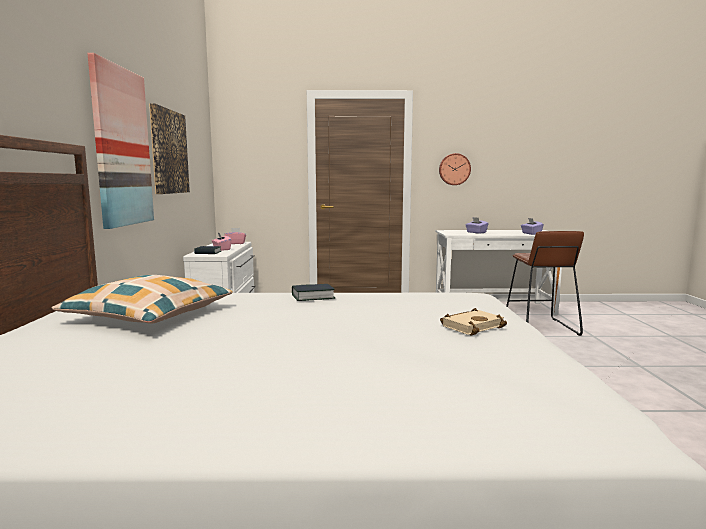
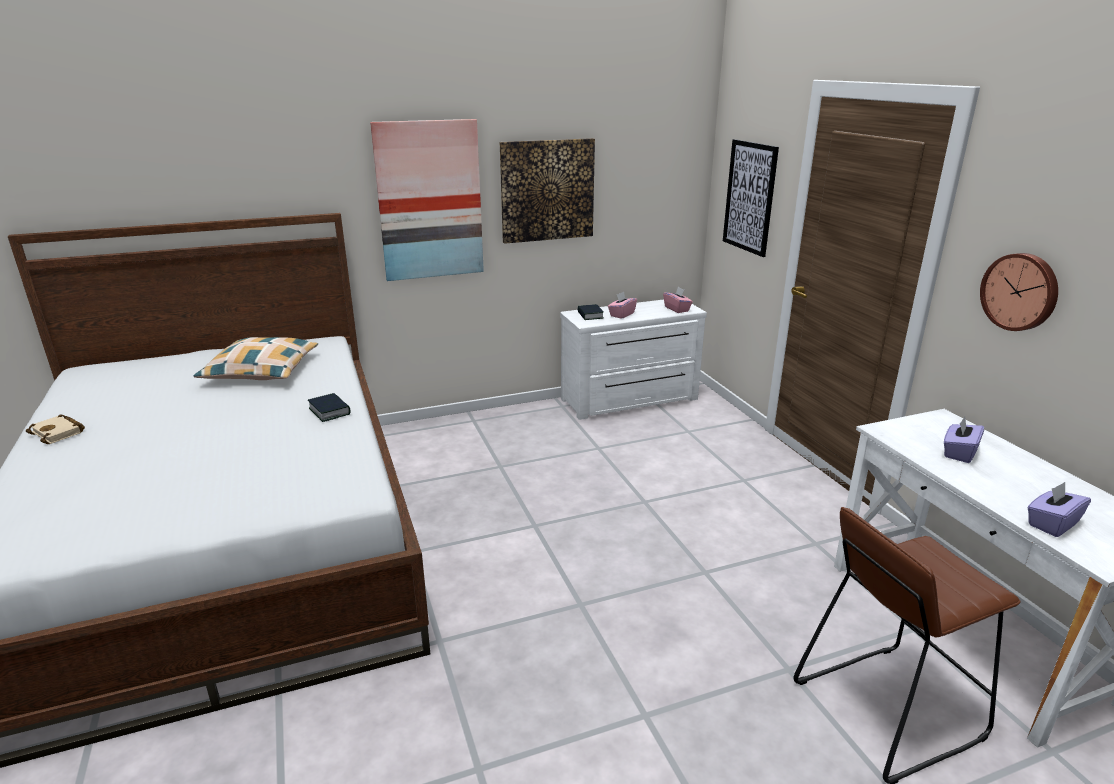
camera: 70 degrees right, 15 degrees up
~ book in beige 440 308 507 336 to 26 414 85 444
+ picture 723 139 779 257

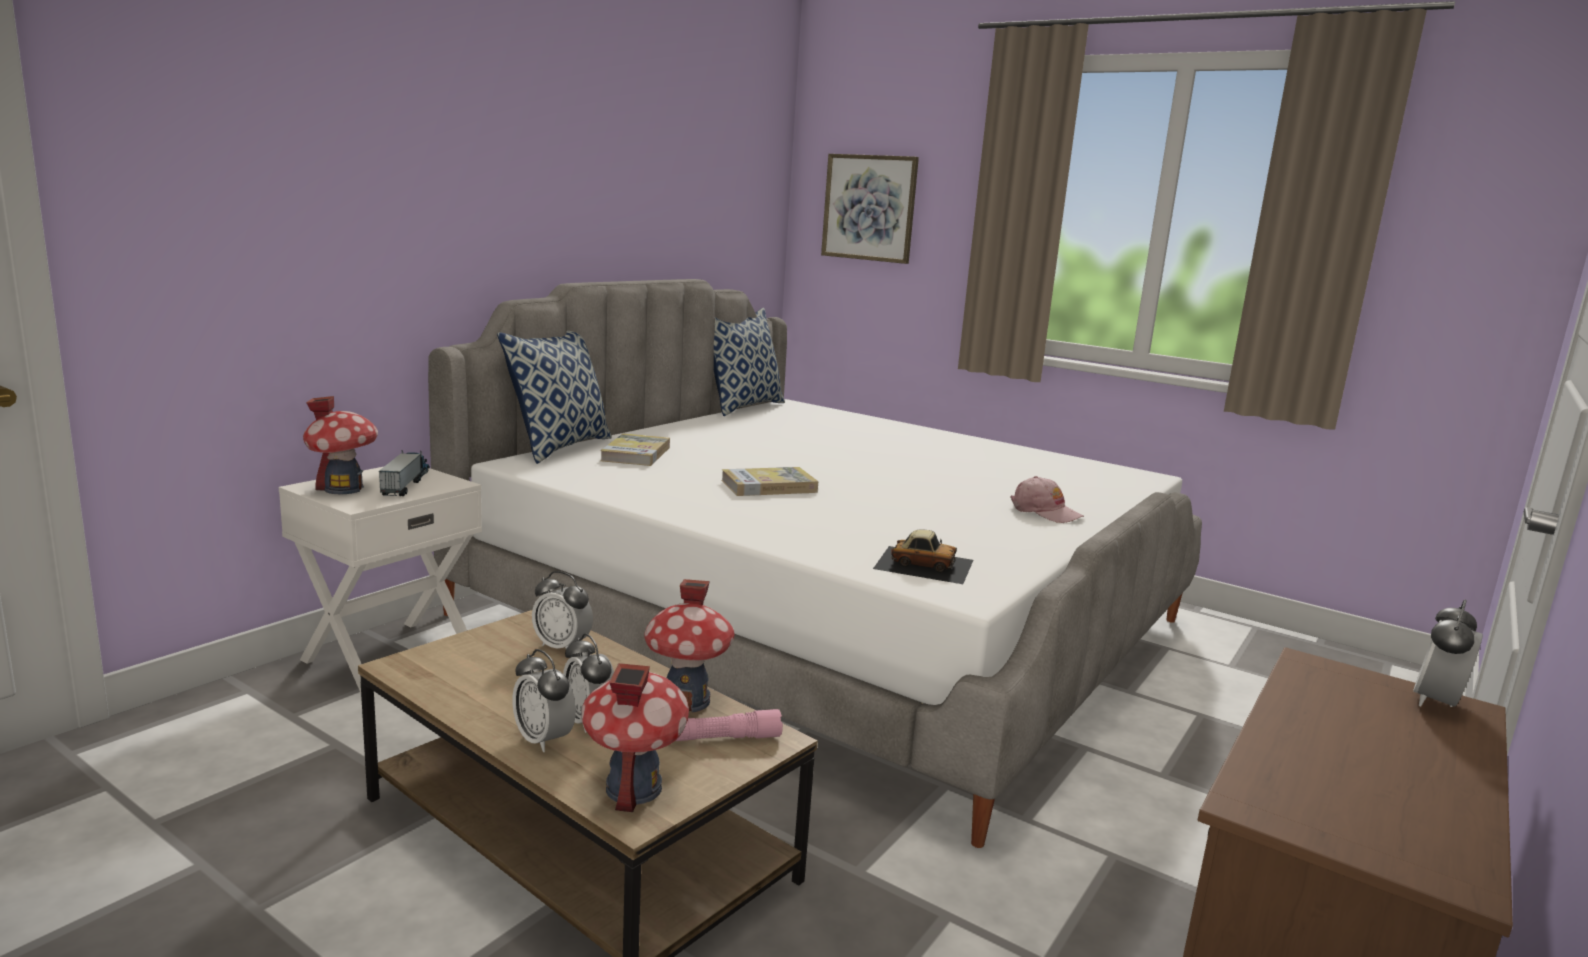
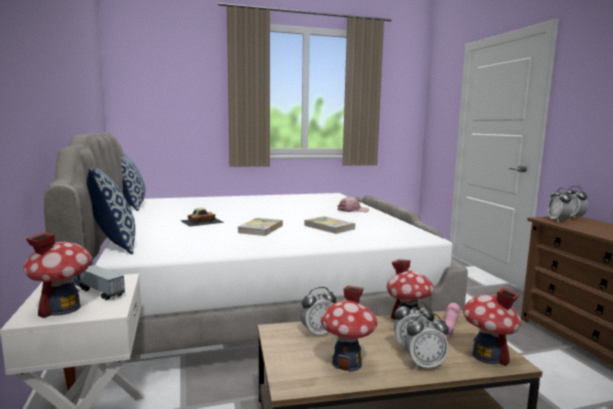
camera: 50 degrees left, 5 degrees down
~ toy car 873 529 973 584 to 180 208 225 227
~ book 600 433 670 466 to 304 216 355 234
+ toy house 321 286 378 372
+ alarm clock 548 188 573 222
- picture 821 154 919 264

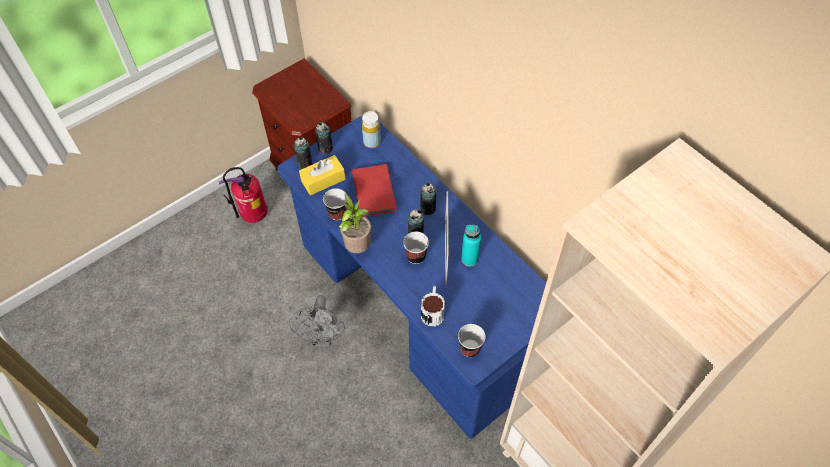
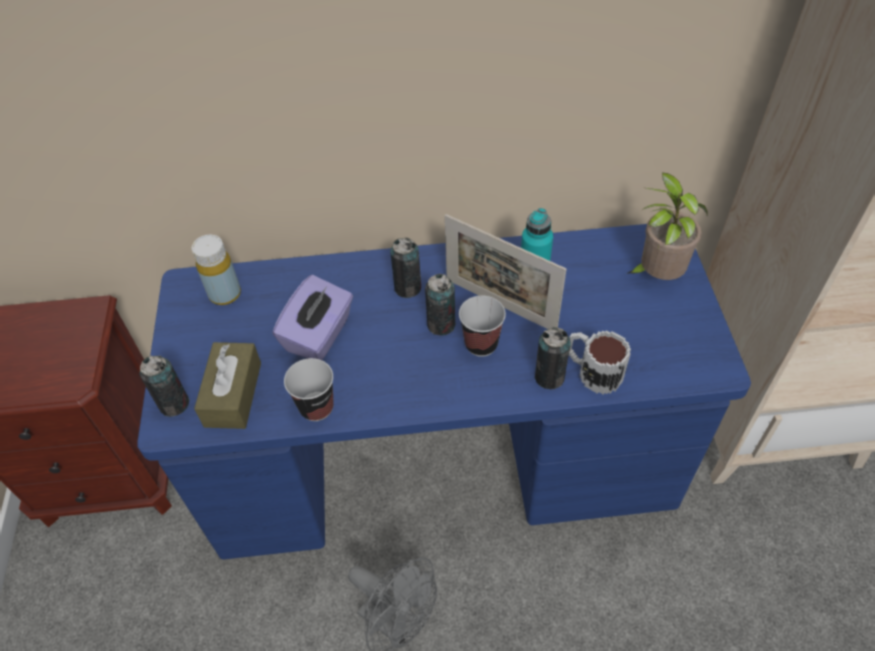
camera: 55 degrees left, 5 degrees down
~ tissue box in yellow 299 155 346 195 to tissue box in brown 194 342 261 429
~ book in red 352 164 397 217 to tissue box in purple 272 275 353 360
~ can 315 122 333 154 to 535 327 571 389
~ potted plant 339 193 371 253 to 626 172 708 280
- fire extinguisher 219 167 267 223
- cup 458 324 486 357

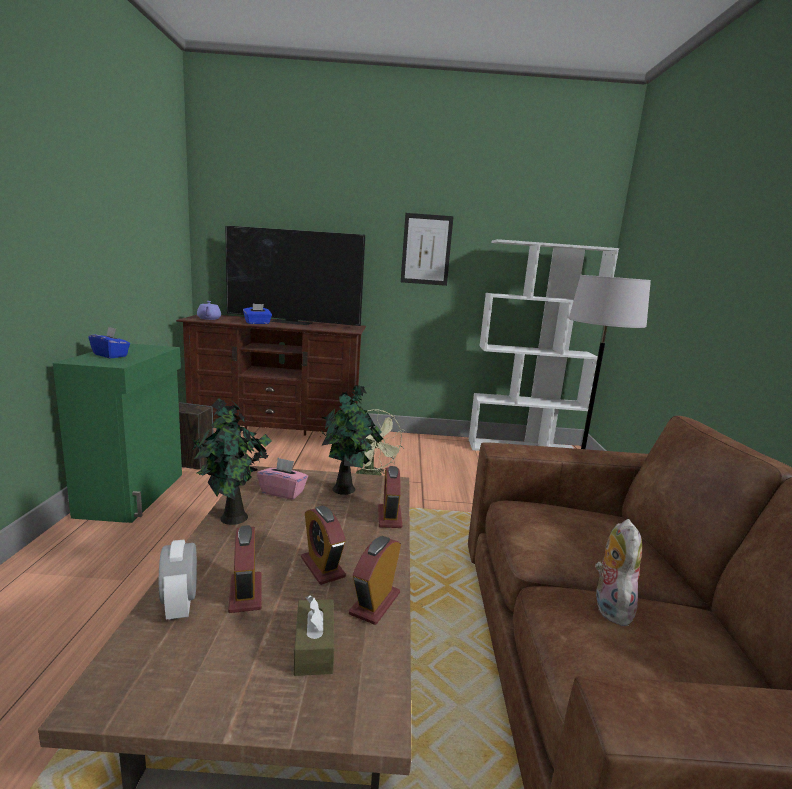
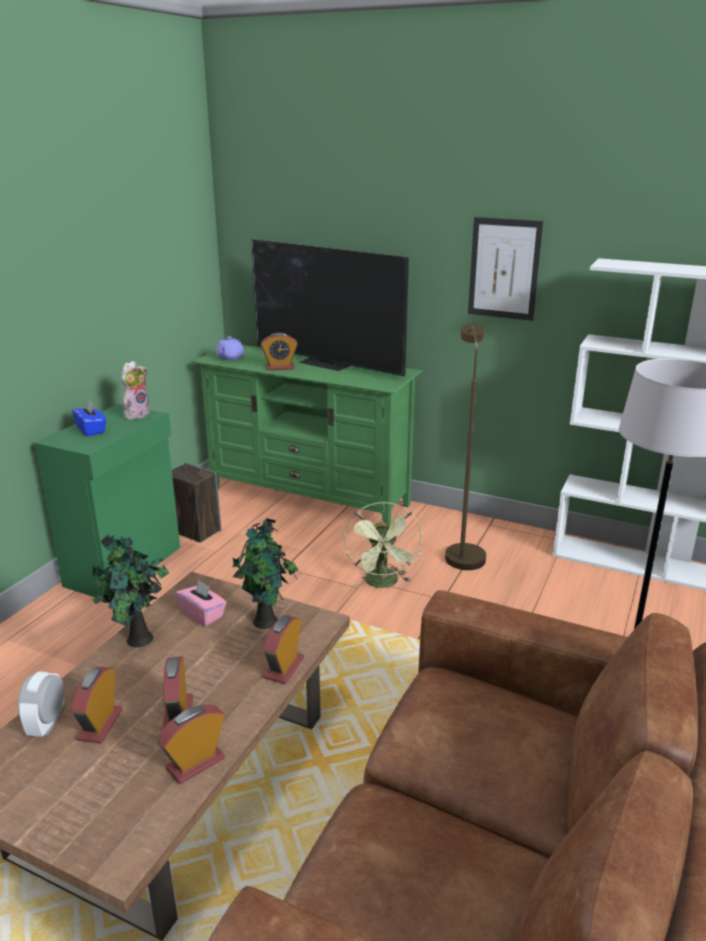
camera: 25 degrees right, 10 degrees up
~ plush toy 595 519 642 626 to 121 361 150 420
~ tv stand in brown 176 315 366 436 to tv stand in green 192 345 422 525
~ tissue box in blue 243 304 272 324 to alarm clock 261 332 298 370
+ floor lamp in brown 445 323 486 570
- tissue box in brown 294 595 334 676

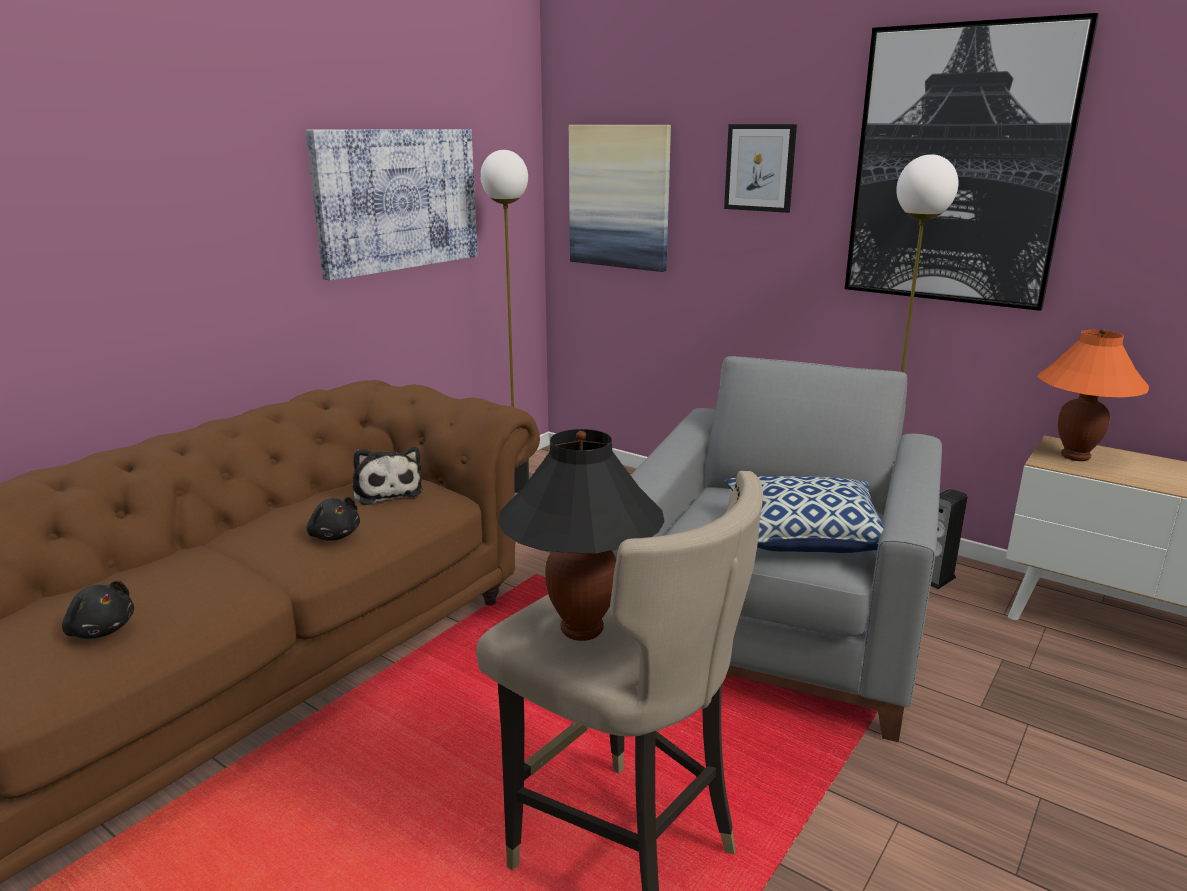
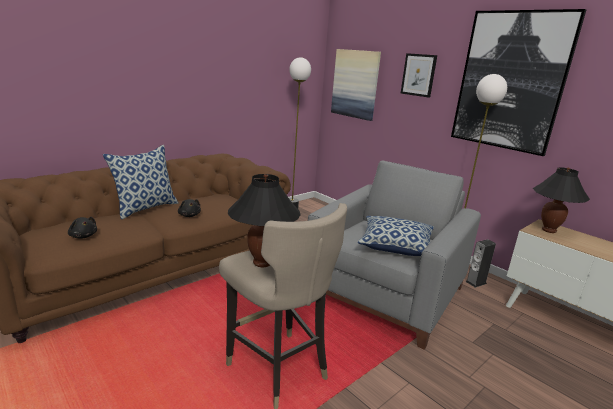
camera: 10 degrees right, 0 degrees up
+ pillow 103 145 178 219
~ table lamp in orange 1038 329 1149 461 to table lamp in black 533 167 590 233
- picture 306 129 478 281
- plush toy 353 447 423 505

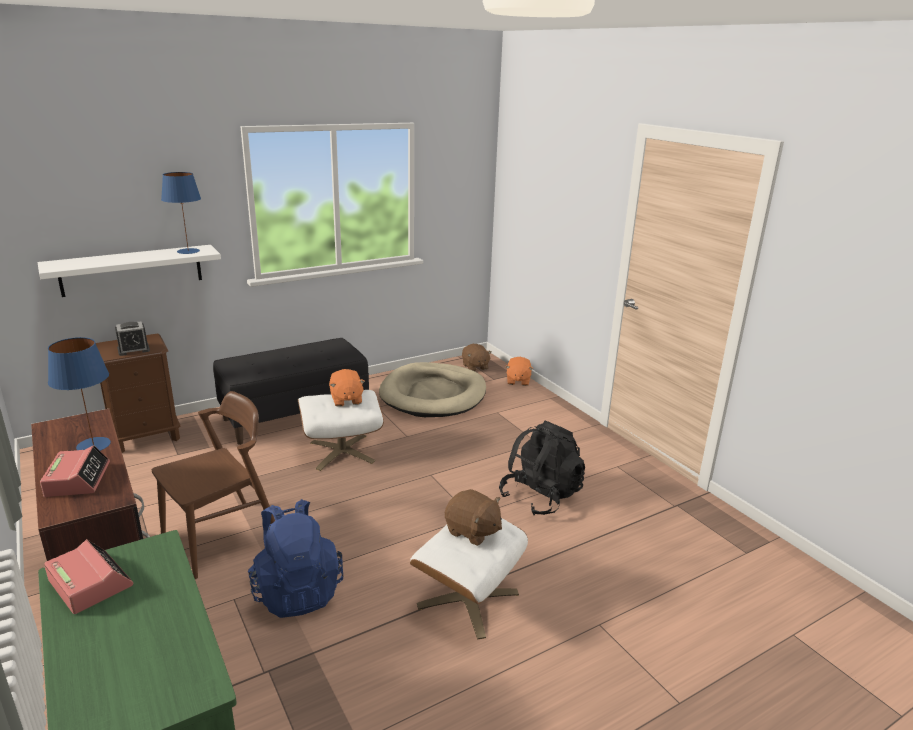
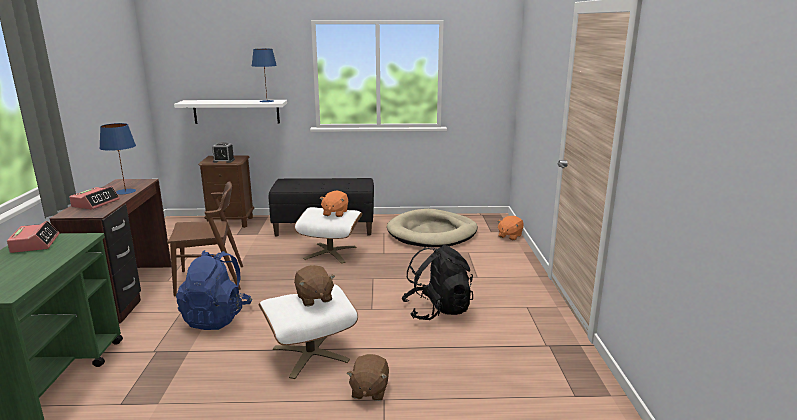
camera: 30 degrees right, 5 degrees down
~ plush toy in brown 462 344 492 371 to 347 354 389 401

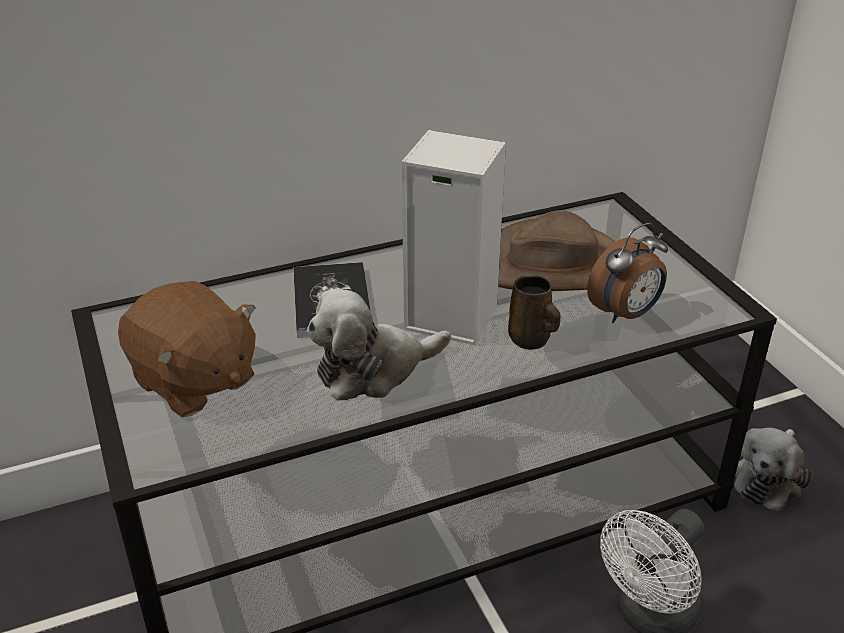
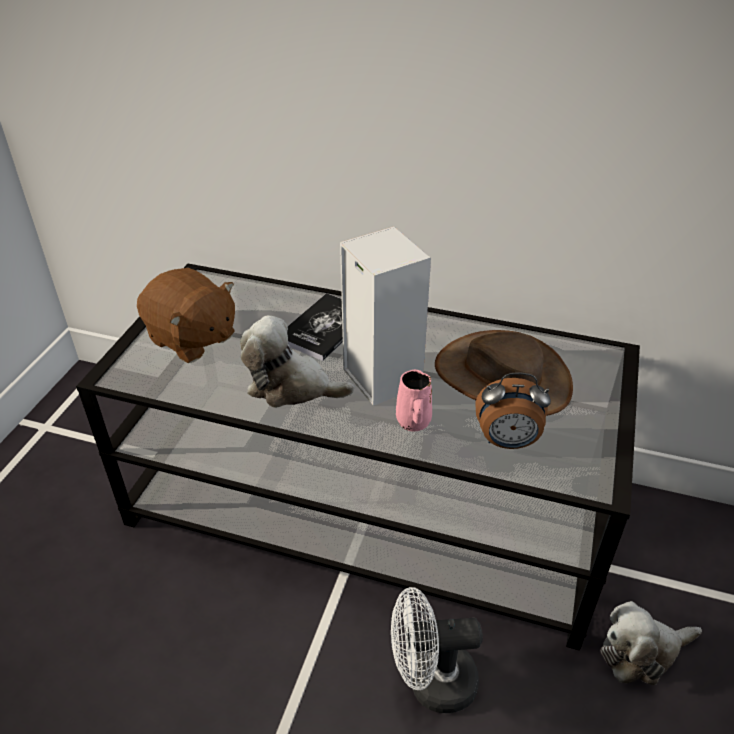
camera: 40 degrees right, 5 degrees up
~ plush toy in brown 118 281 256 417 = 137 268 235 363 45 degrees counterclockwise
~ mug in brown 508 276 561 350 to mug in pink 396 370 432 431

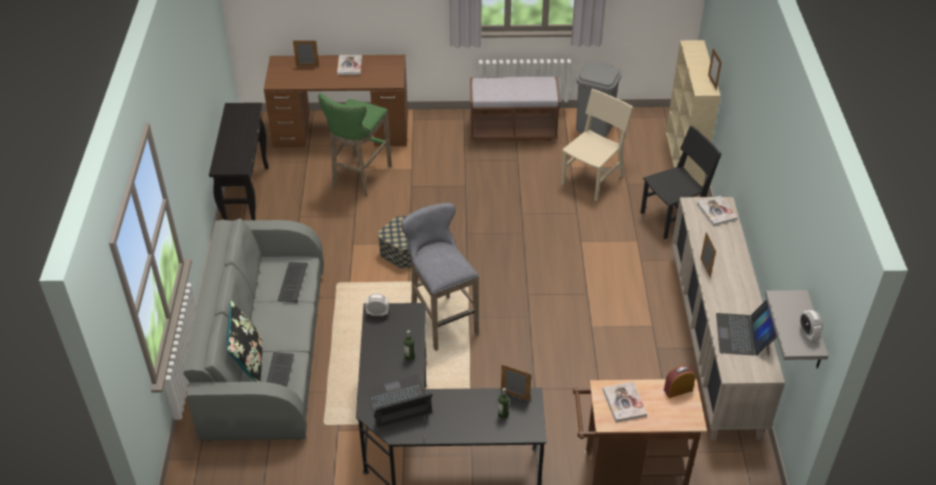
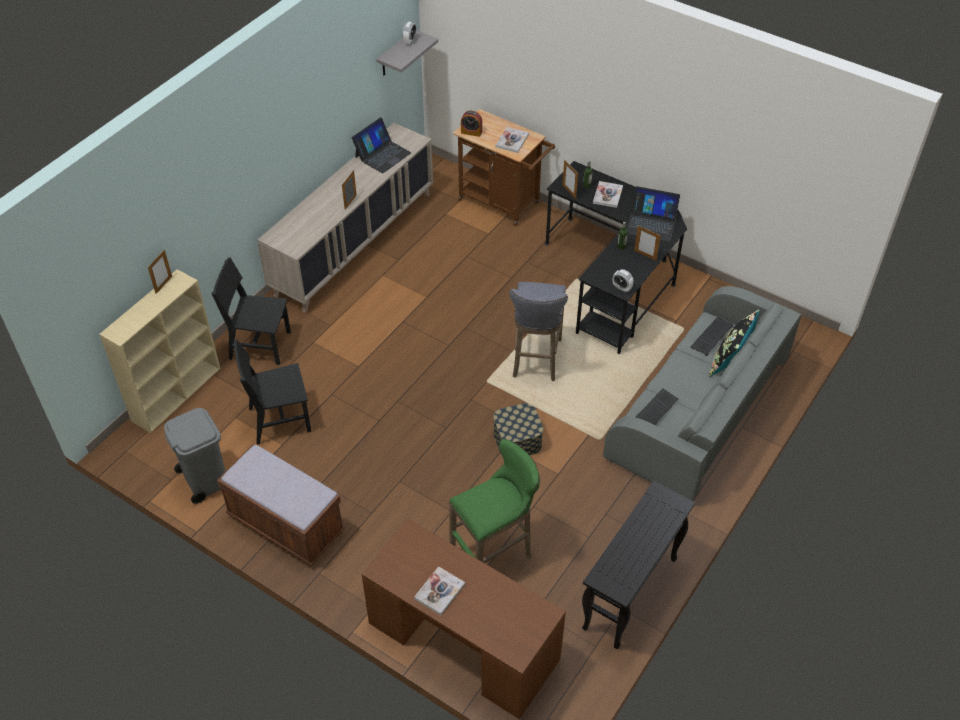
camera: 145 degrees left, 5 degrees up
~ chair in beige 561 89 633 201 to chair in black 232 339 311 445
~ book 697 196 738 226 to 593 181 623 208
~ picture frame 293 40 319 66 to 634 226 661 261

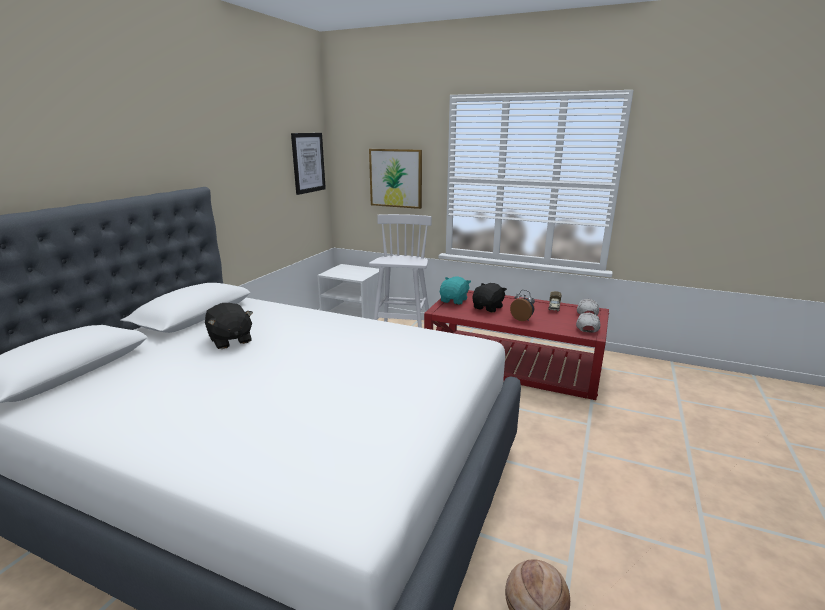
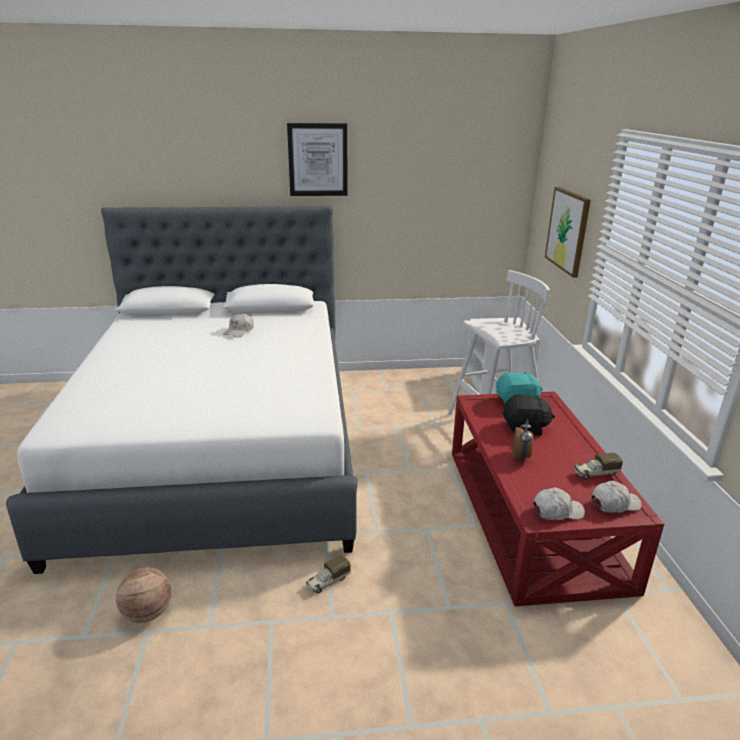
camera: 60 degrees right, 5 degrees up
~ plush toy in black 205 303 253 349 to cap in white 223 313 254 338
~ picture 291 133 326 195 to 287 123 348 196
+ toy truck 306 555 351 593

